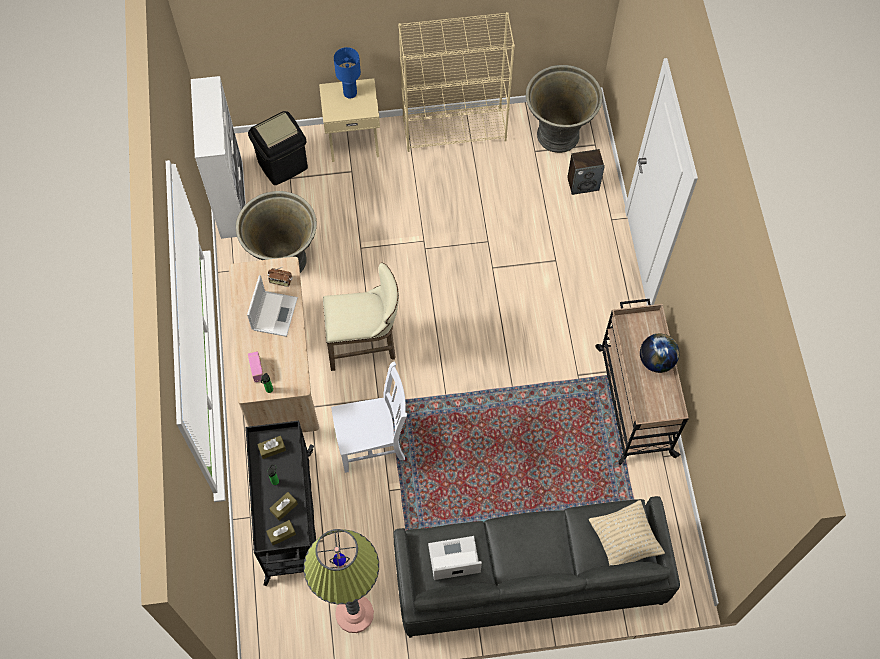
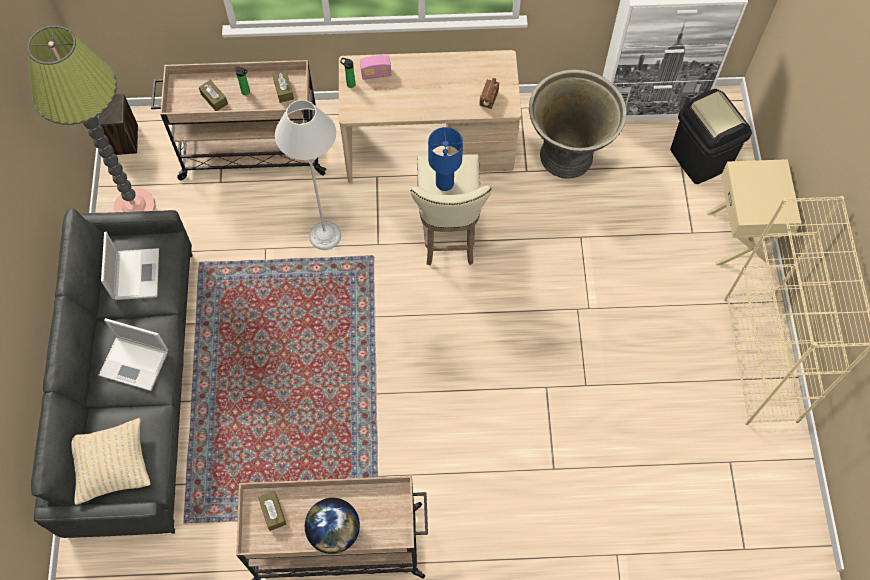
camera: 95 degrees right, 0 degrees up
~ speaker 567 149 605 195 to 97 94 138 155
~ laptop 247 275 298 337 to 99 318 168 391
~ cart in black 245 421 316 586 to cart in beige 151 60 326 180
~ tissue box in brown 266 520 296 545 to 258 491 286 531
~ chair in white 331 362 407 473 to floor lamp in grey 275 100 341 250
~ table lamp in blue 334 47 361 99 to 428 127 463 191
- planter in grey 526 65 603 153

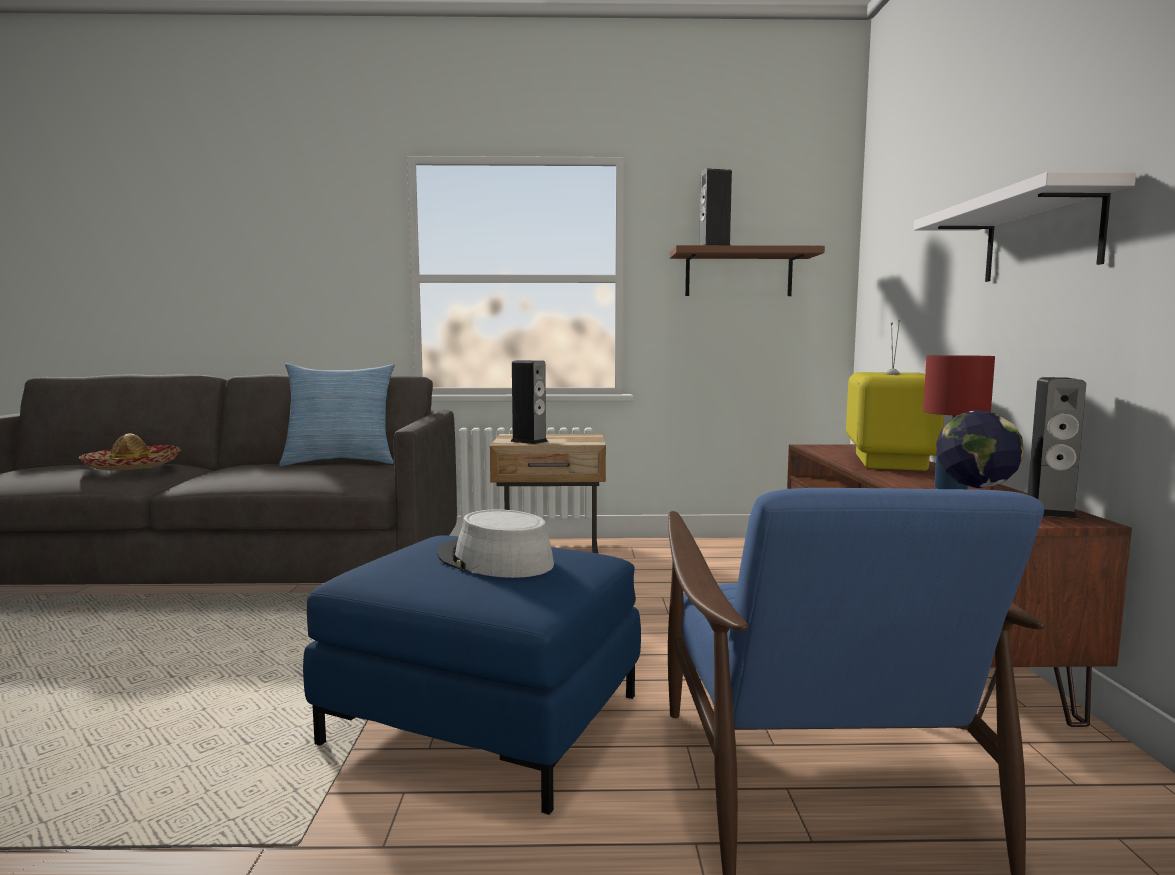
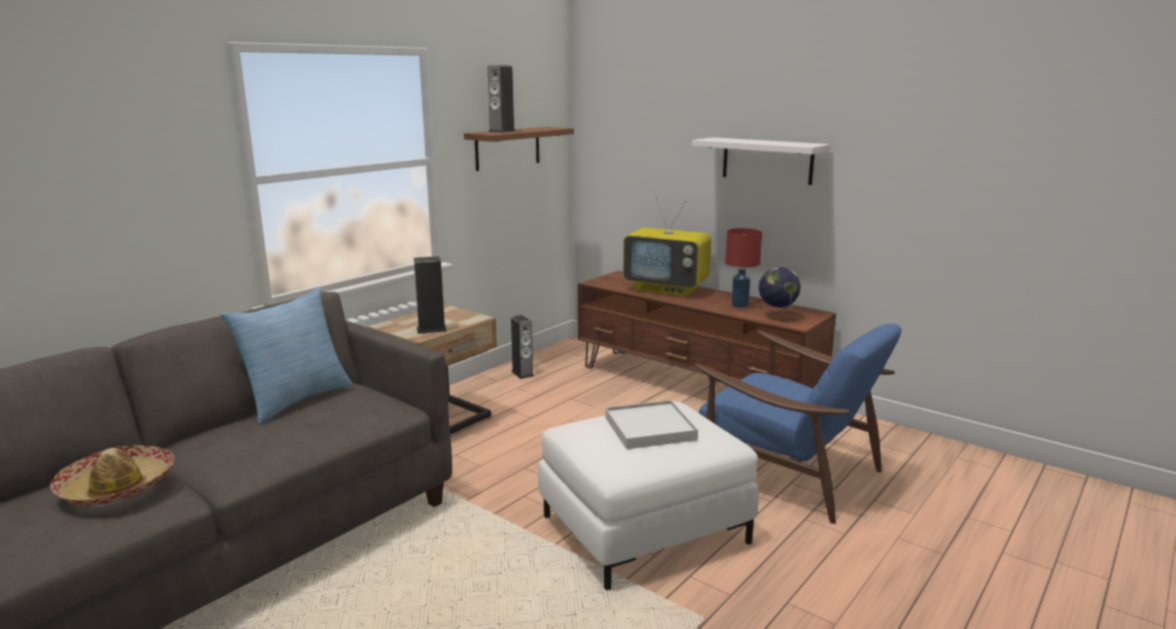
camera: 50 degrees left, 10 degrees up
~ speaker 1027 377 1086 518 to 511 315 534 379
~ ottoman in blue 303 535 641 815 to ottoman in white 538 401 759 590
~ hat in grey 437 510 554 578 to tray in white 605 400 698 449
~ television 846 319 944 471 = 623 198 711 297 150 degrees clockwise

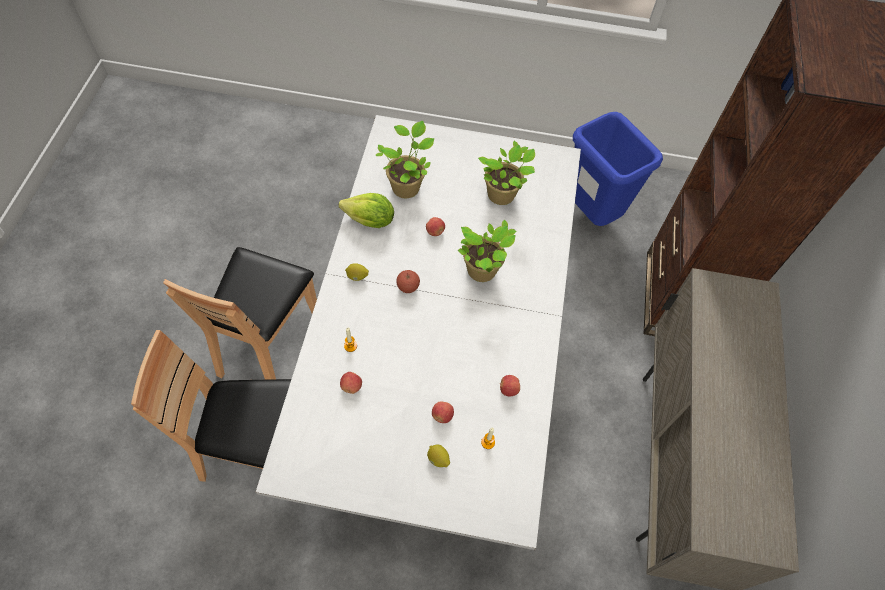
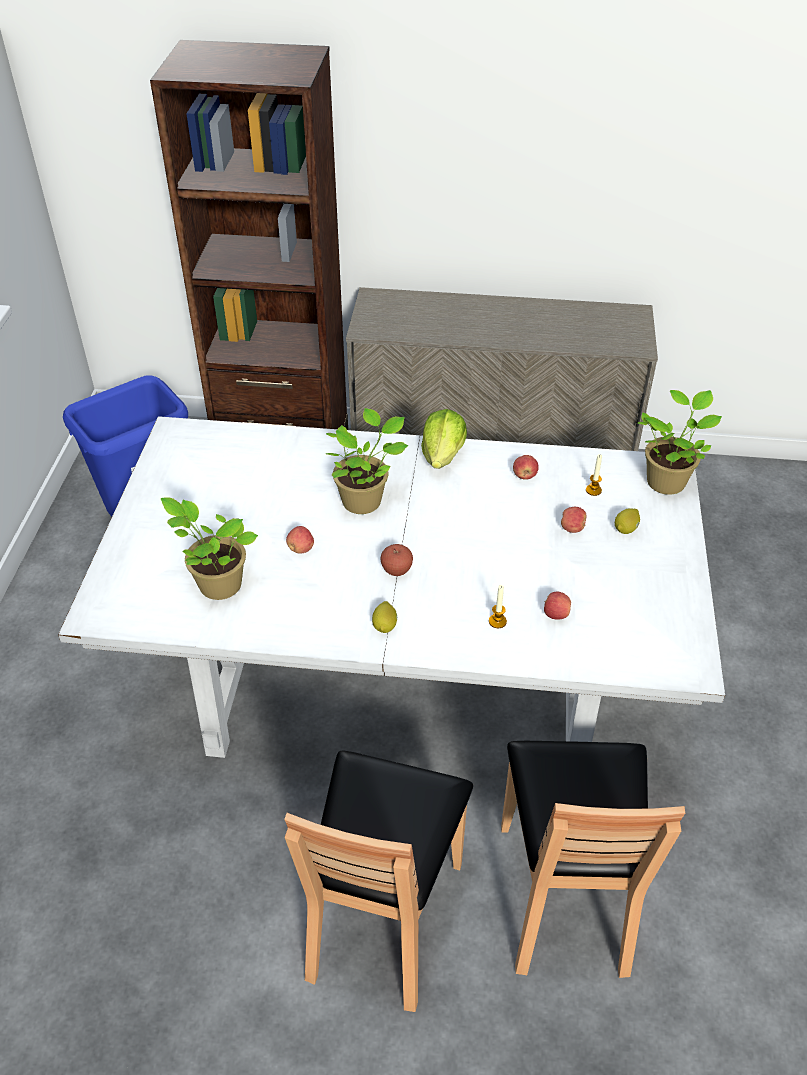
camera: 90 degrees left, 15 degrees down
~ chair in brown 163 247 317 380 = 284 750 473 1012 90 degrees clockwise
~ lettuce 339 193 394 228 to 421 409 467 469
~ potted plant 478 141 535 205 to 638 390 722 495

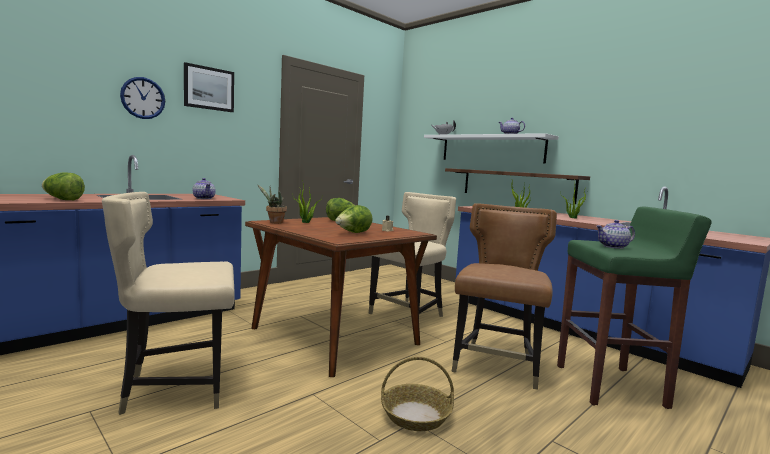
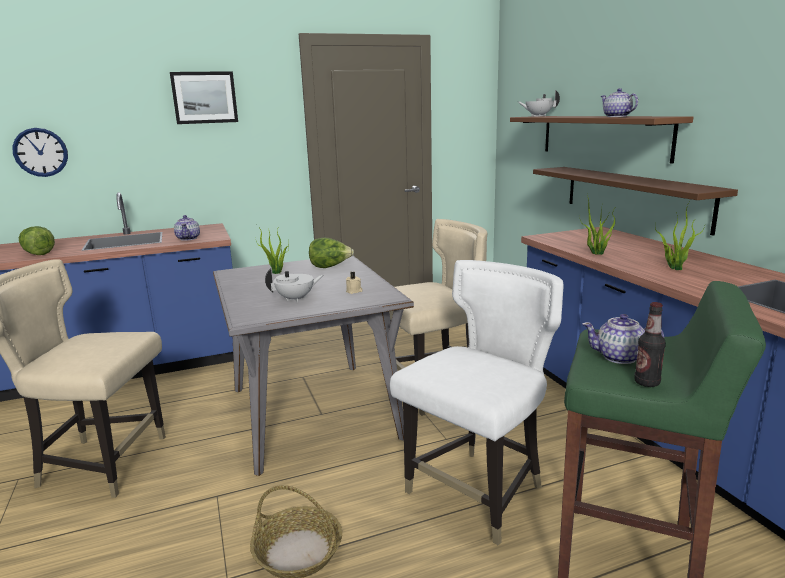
camera: 25 degrees right, 10 degrees up
~ wall clock 120 77 165 119 to 12 128 68 177
~ dining table in brown 245 217 437 377 to dining table in grey 213 256 414 476
~ lettuce 335 205 373 233 to teapot in white 265 268 323 302
~ chair in brown 452 203 557 390 to chair in white 390 260 564 546
~ shelf in white 424 133 559 164 to shelf in brown 510 116 694 164
+ bottle 634 302 666 387
- potted plant 257 184 287 224

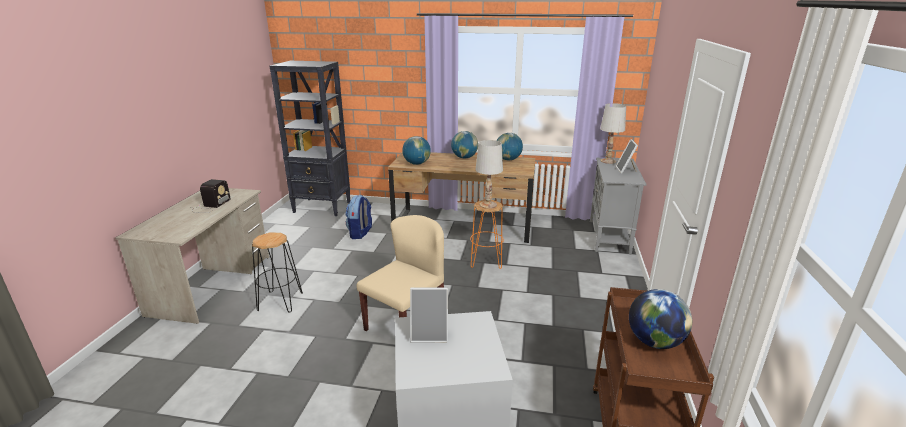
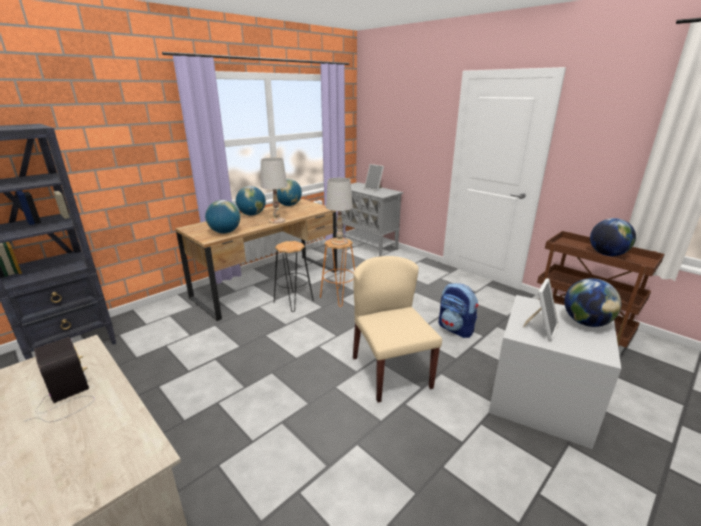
camera: 55 degrees left, 0 degrees up
~ table lamp in white 600 103 626 164 to 261 158 288 224
~ stool in black 252 232 303 313 to 274 241 314 312
~ backpack 346 195 372 239 to 439 283 478 338
+ globe 564 278 621 327

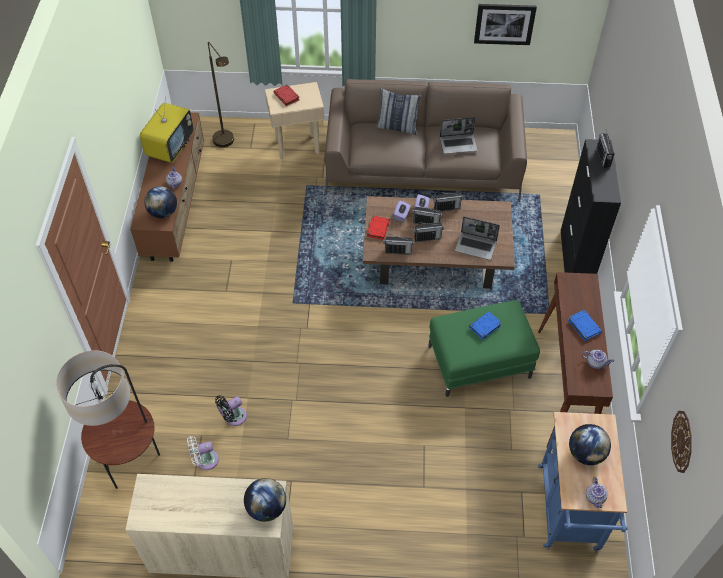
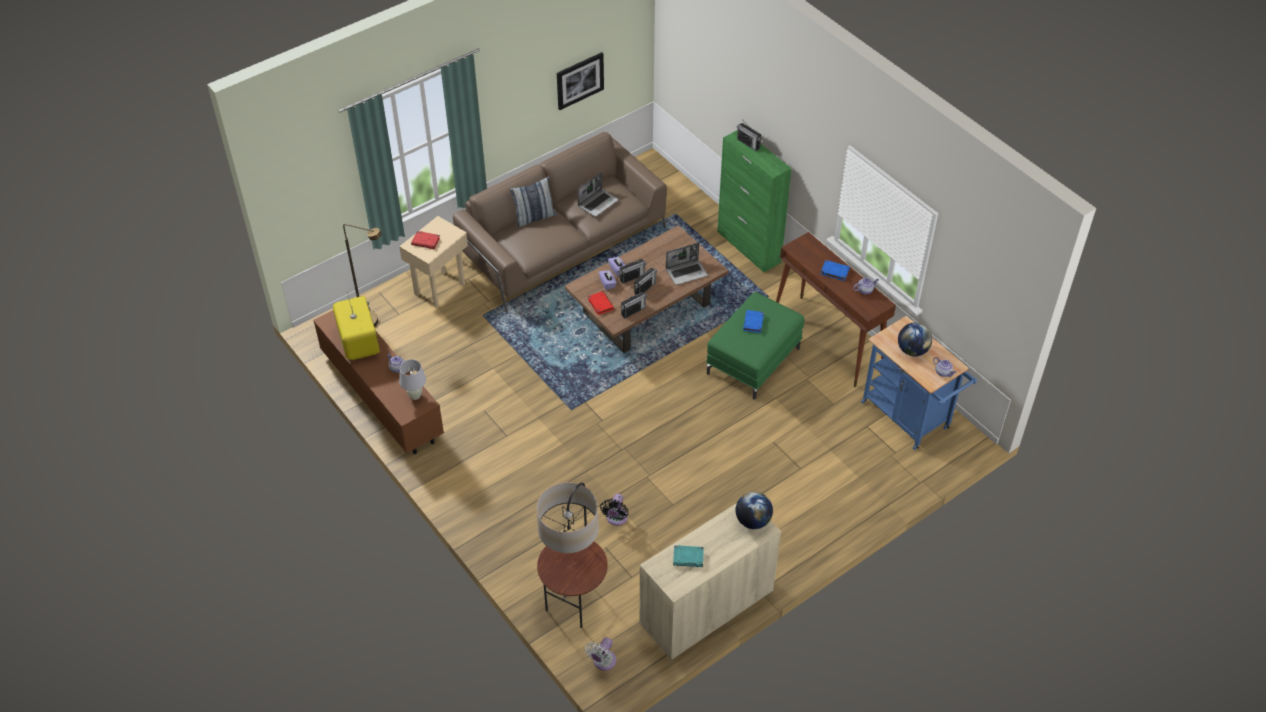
camera: 40 degrees left, 5 degrees down
~ globe 144 186 177 218 to table lamp in white 399 359 426 400
~ fan in white 187 436 219 470 to 585 637 616 671
+ book in turquoise 673 545 704 567
~ cabinet in black 561 139 621 274 to cabinet in green 717 130 792 272
- radio 433 192 463 211
- wall clock 671 411 692 473

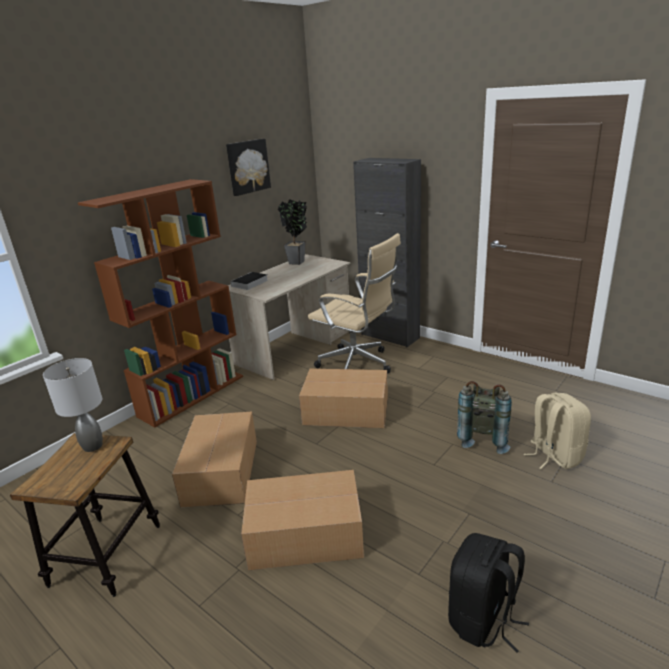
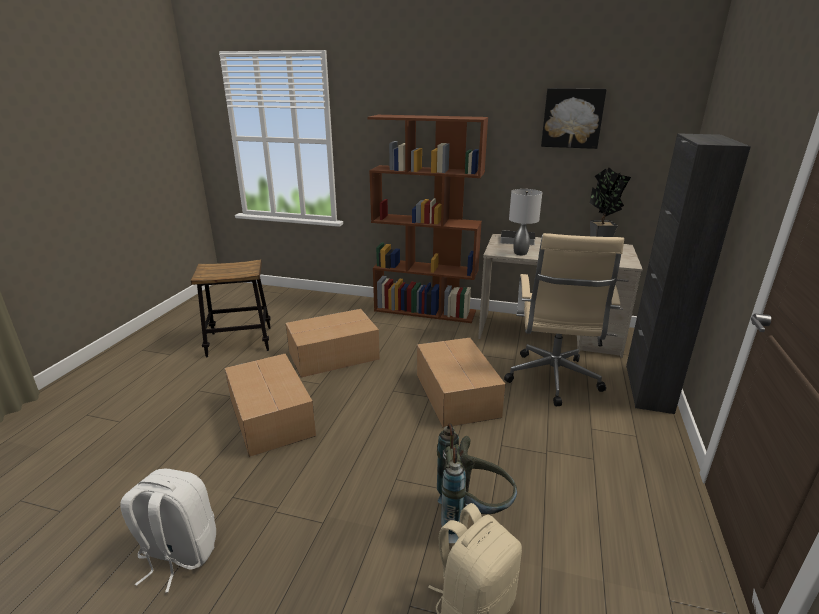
camera: 65 degrees right, 0 degrees up
~ backpack in black 448 533 529 652 to backpack in white 121 469 216 593
~ table lamp in grey 43 358 103 452 to 509 189 542 255

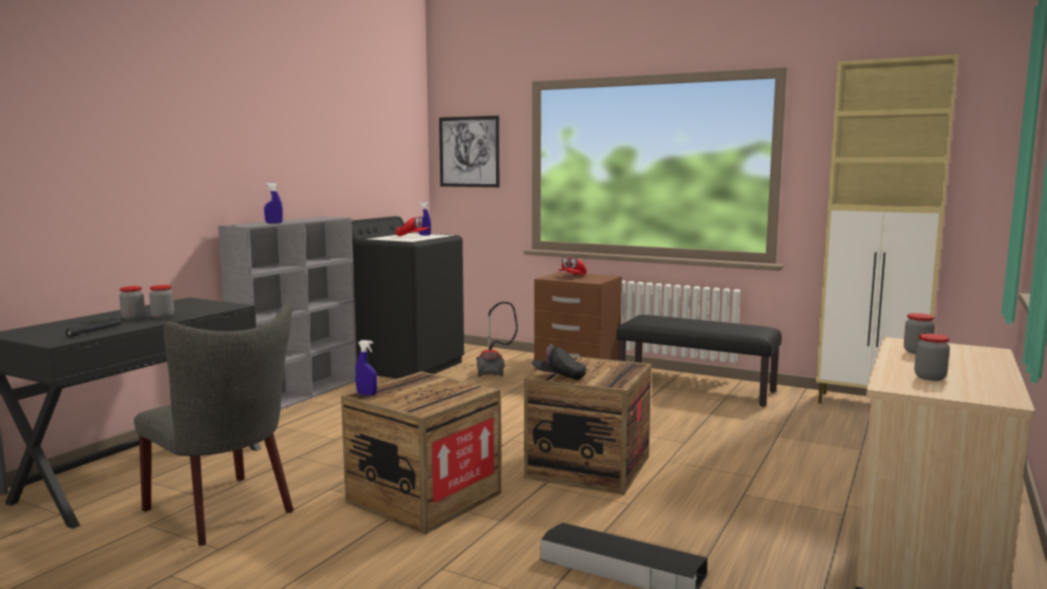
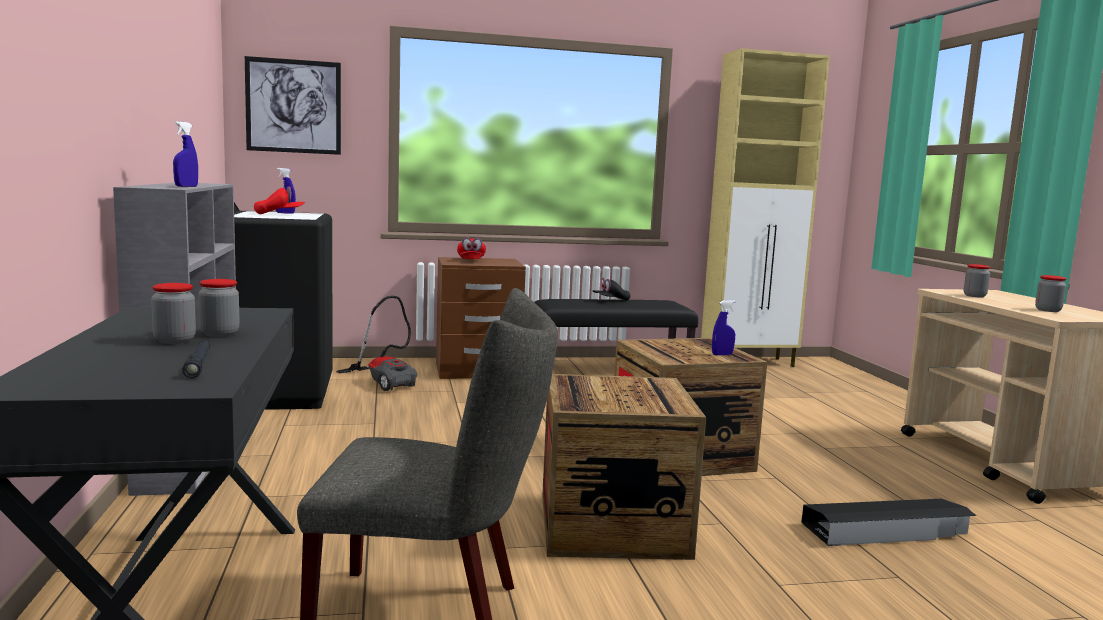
camera: 40 degrees left, 0 degrees up
~ cap in black 532 344 586 380 to 593 278 630 301
~ spray bottle in blue 355 340 377 395 to 712 300 736 355

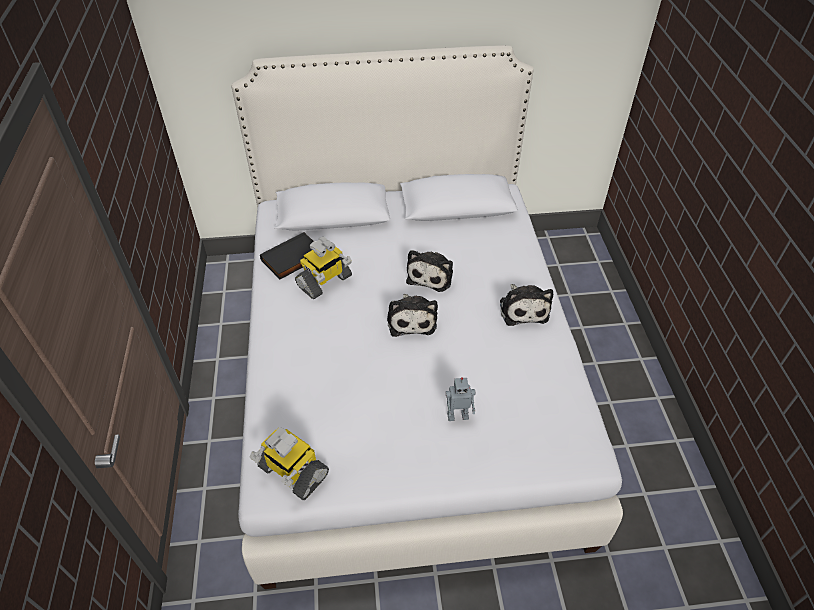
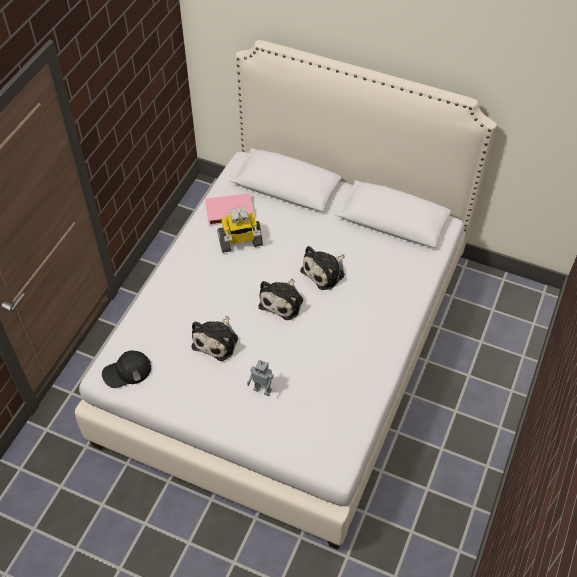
camera: 30 degrees right, 5 degrees up
~ toy robot 249 427 329 500 to cap in black 102 350 151 388
~ plush toy 500 284 553 326 to 192 316 238 361
~ book in black 260 232 313 279 to book in pink 205 193 254 225

